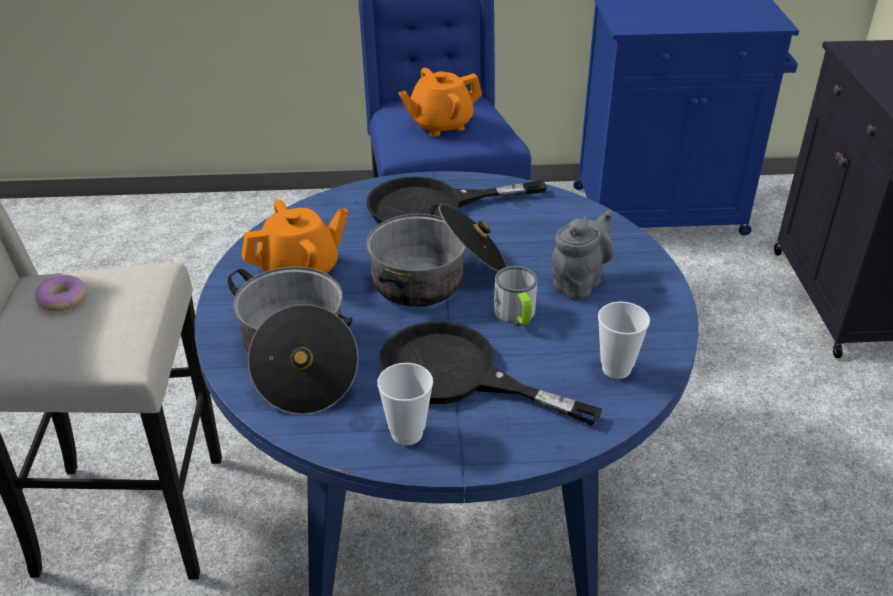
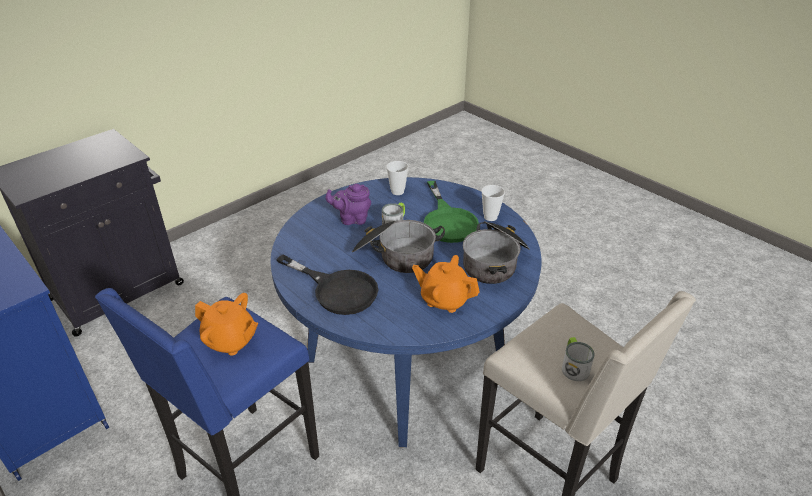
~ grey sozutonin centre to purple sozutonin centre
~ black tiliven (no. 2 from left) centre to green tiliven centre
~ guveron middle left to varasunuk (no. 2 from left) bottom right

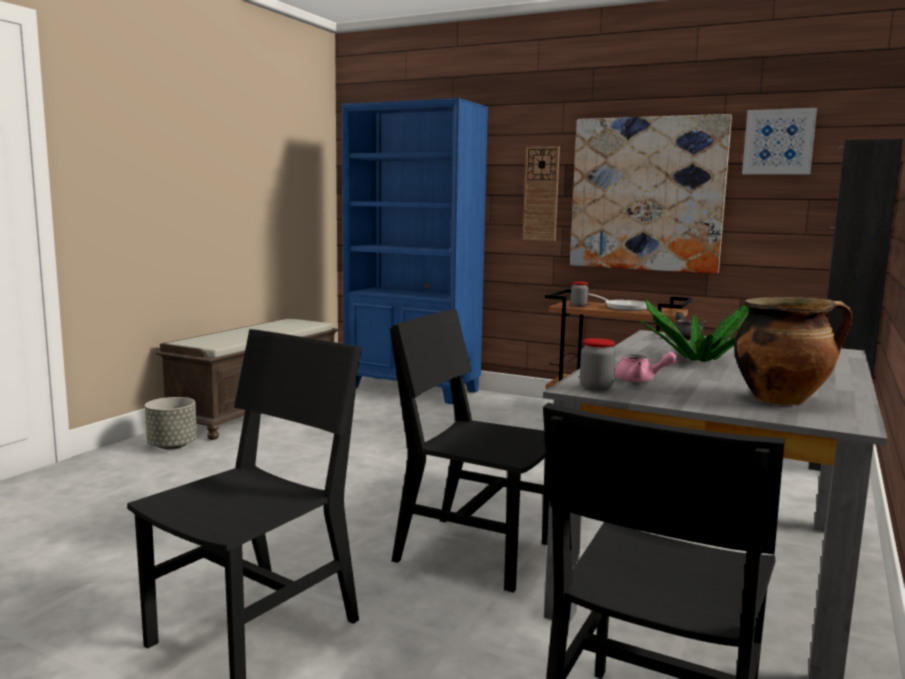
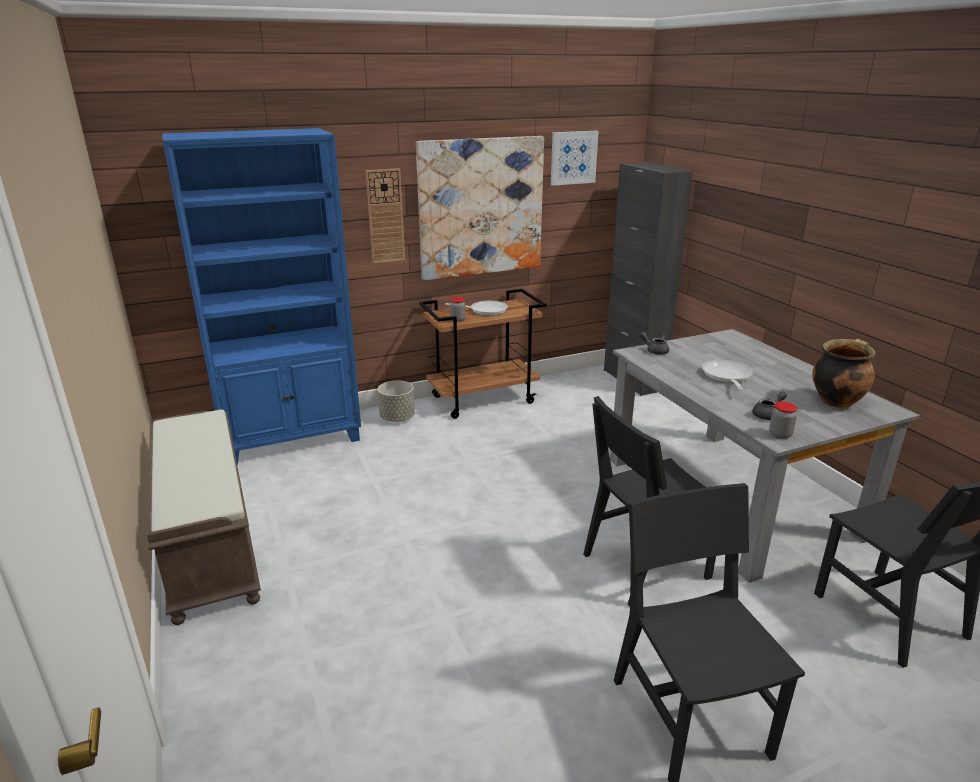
~ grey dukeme middle left to centre
~ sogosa middle right to tiliven (no. 2 from left) middle right
~ pink sozutonin middle right to grey sozutonin (no. 2 from left) middle right

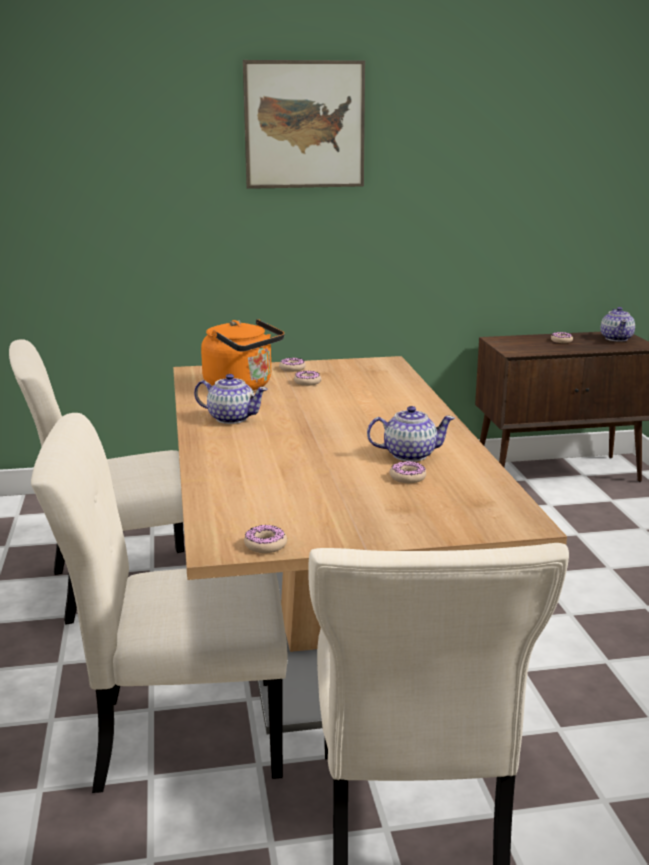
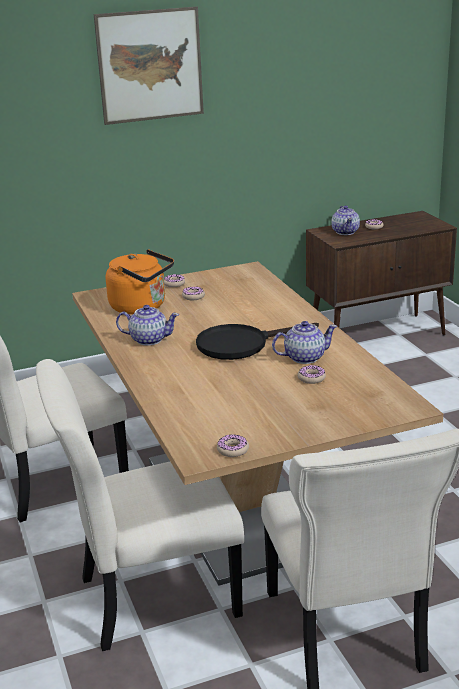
+ black tiliven centre
~ sozutonin (no. 3 from left) middle right to top right

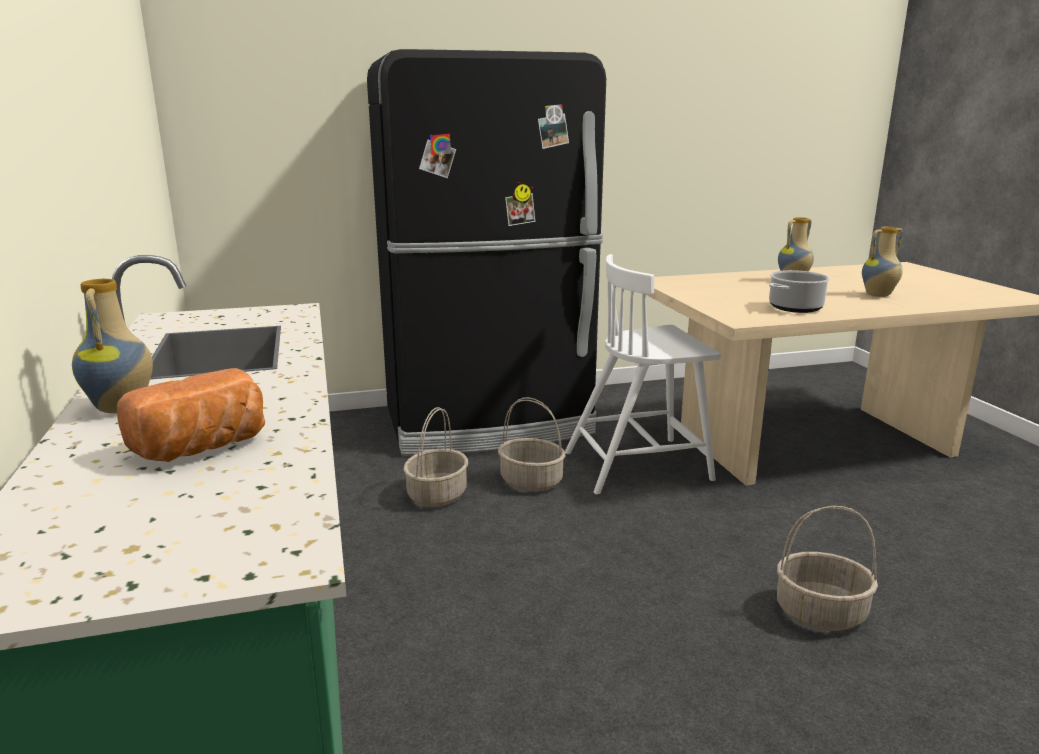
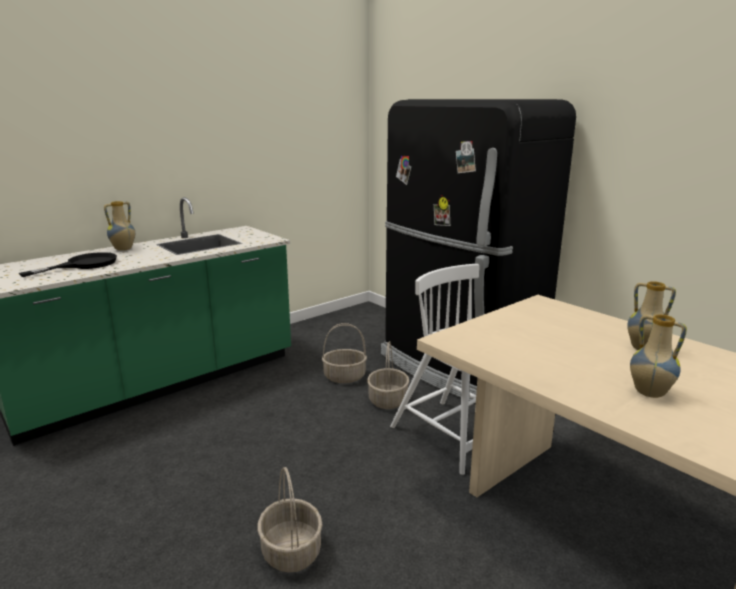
~ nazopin middle left to black tiliven middle left
- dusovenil middle right

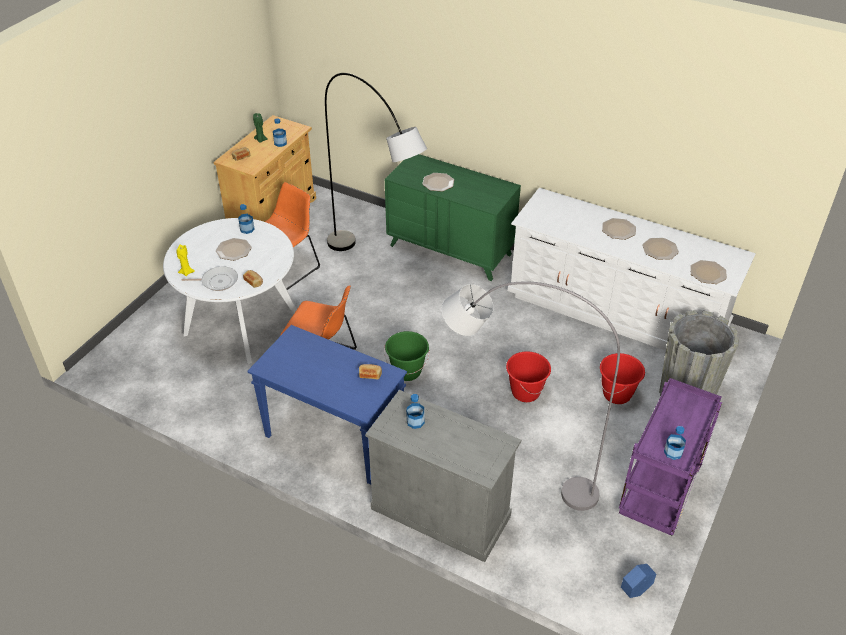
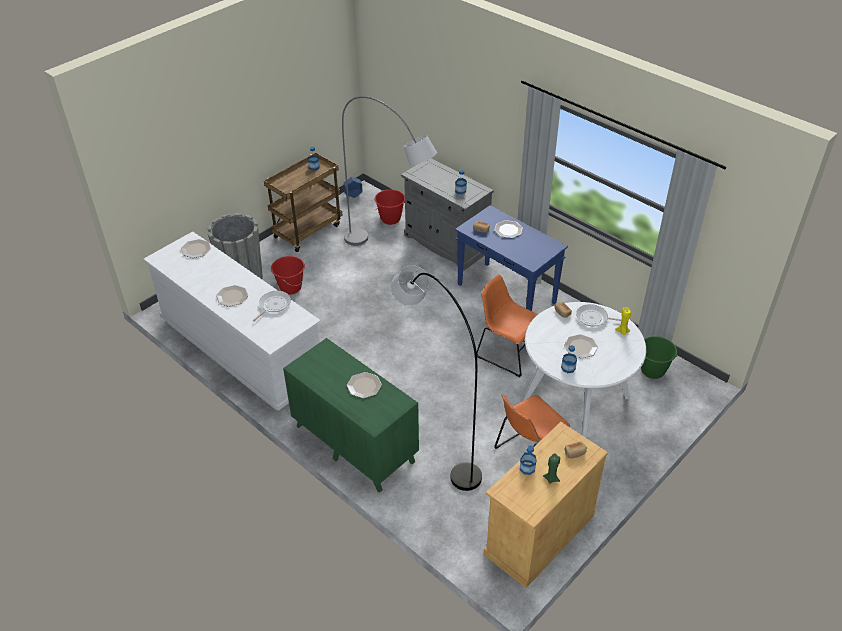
+ tiliven (no. 1 from left) middle left
~ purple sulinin bottom right to brown sulinin top centre
~ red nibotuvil (no. 1 from left in the first image) centre to red nibotuvil (no. 2 from left) top centre
~ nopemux (no. 4 from left) middle right to centre
~ green nibotuvil centre to middle right

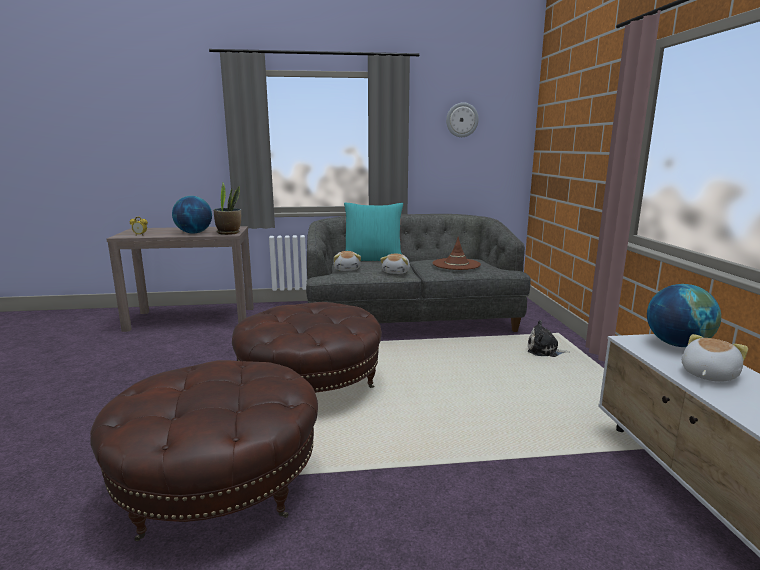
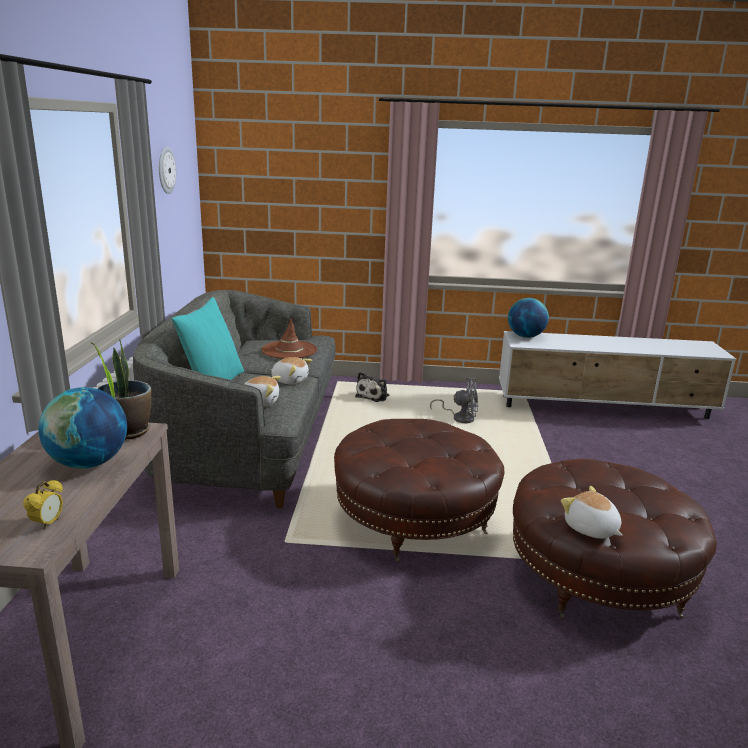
+ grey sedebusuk centre
~ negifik (no. 4 from left) middle right to bottom right

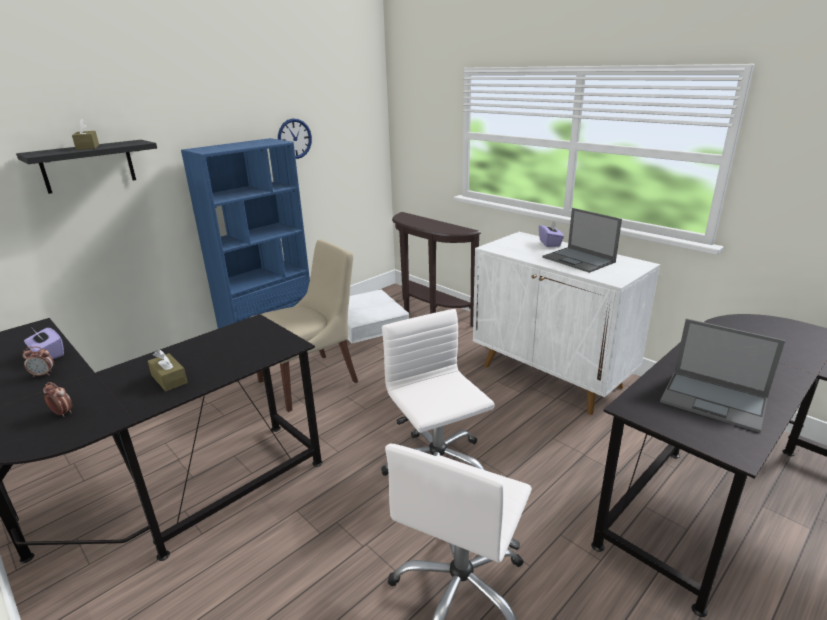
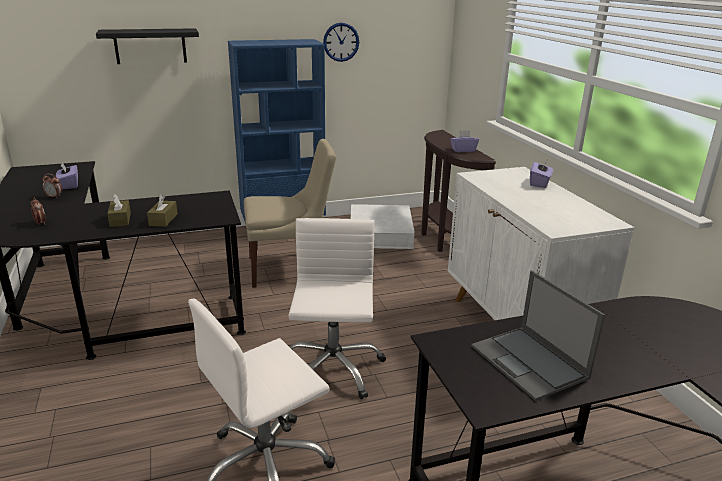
~ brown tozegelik (no. 1 from left in the first image) top left to brown tozegelik (no. 2 from left) middle left
+ purple tozegelik (no. 2 from left) top centre
- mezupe (no. 1 from left) middle right

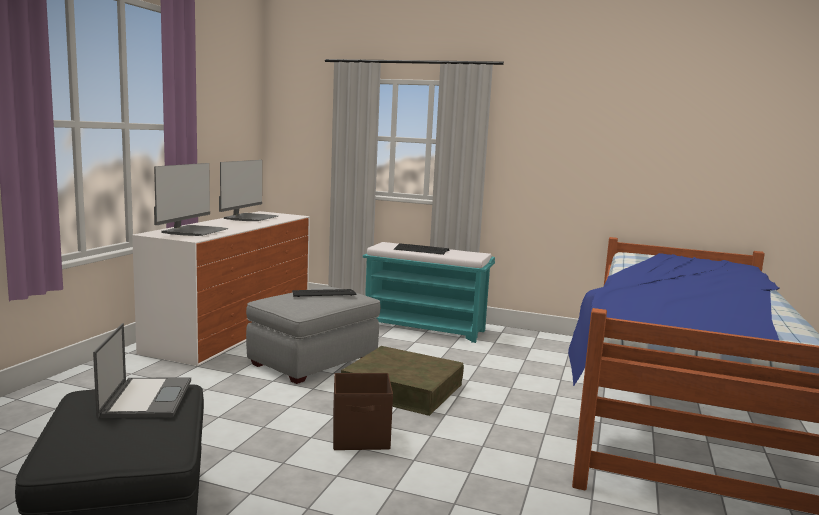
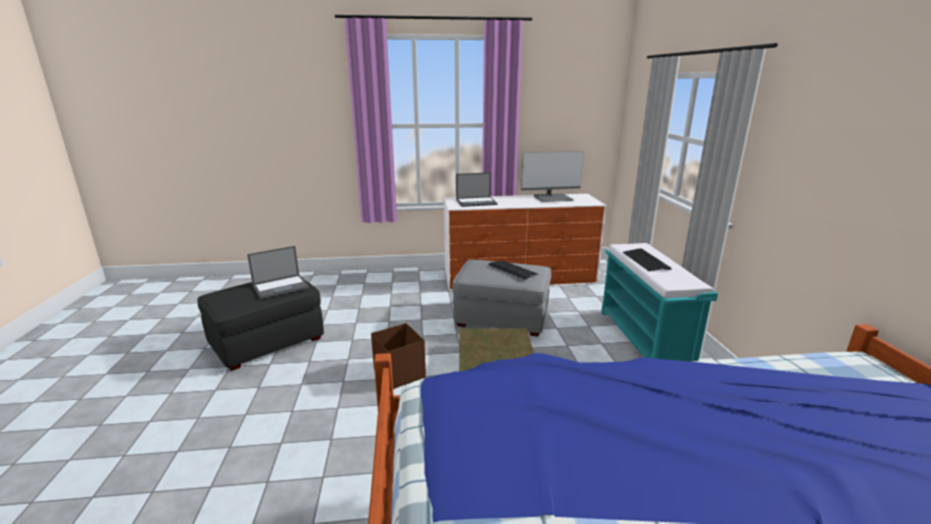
~ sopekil (no. 1 from left) middle left to mezupe (no. 2 from left) centre

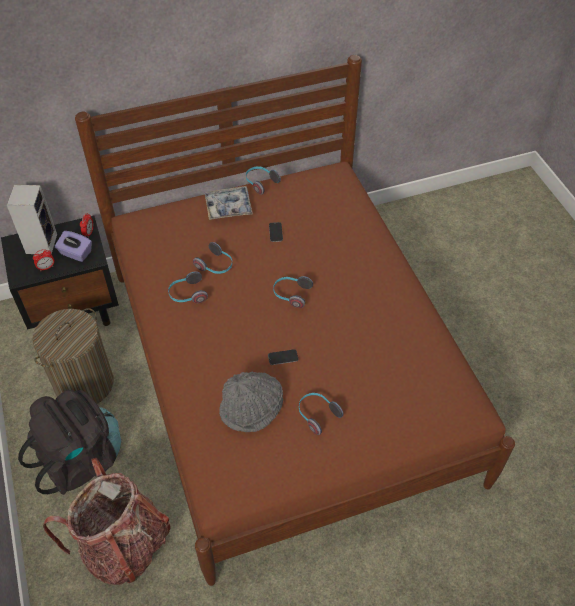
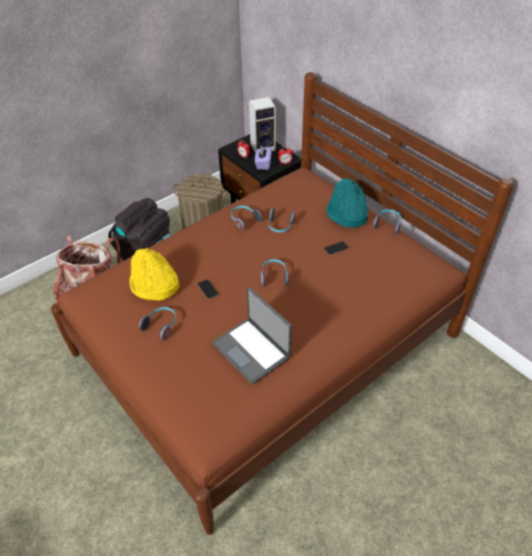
~ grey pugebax centre to yellow pugebax middle left
+ mezupe centre
~ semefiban centre to turquoise pugebax centre

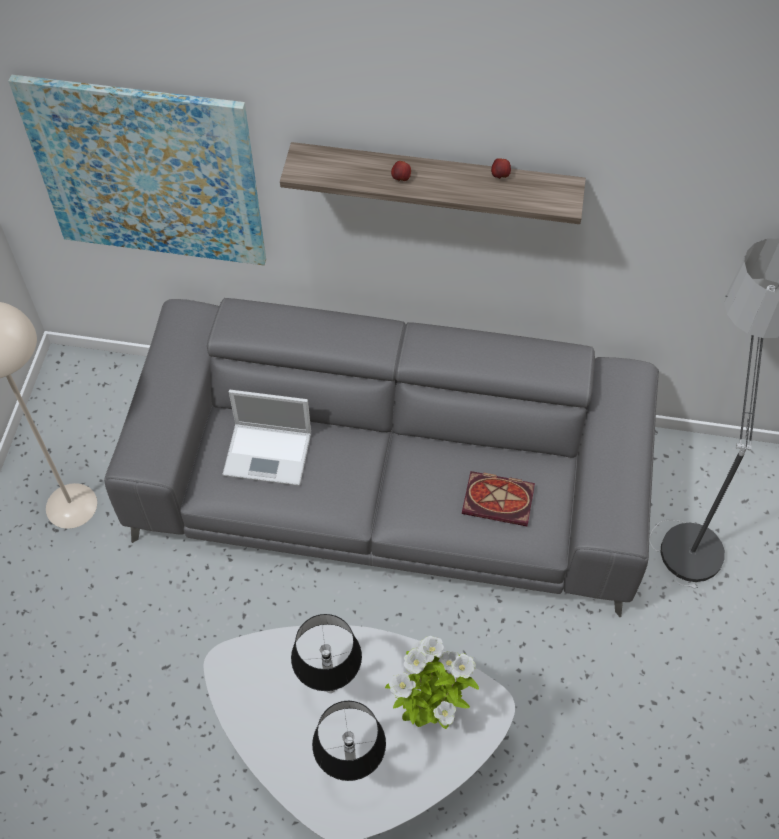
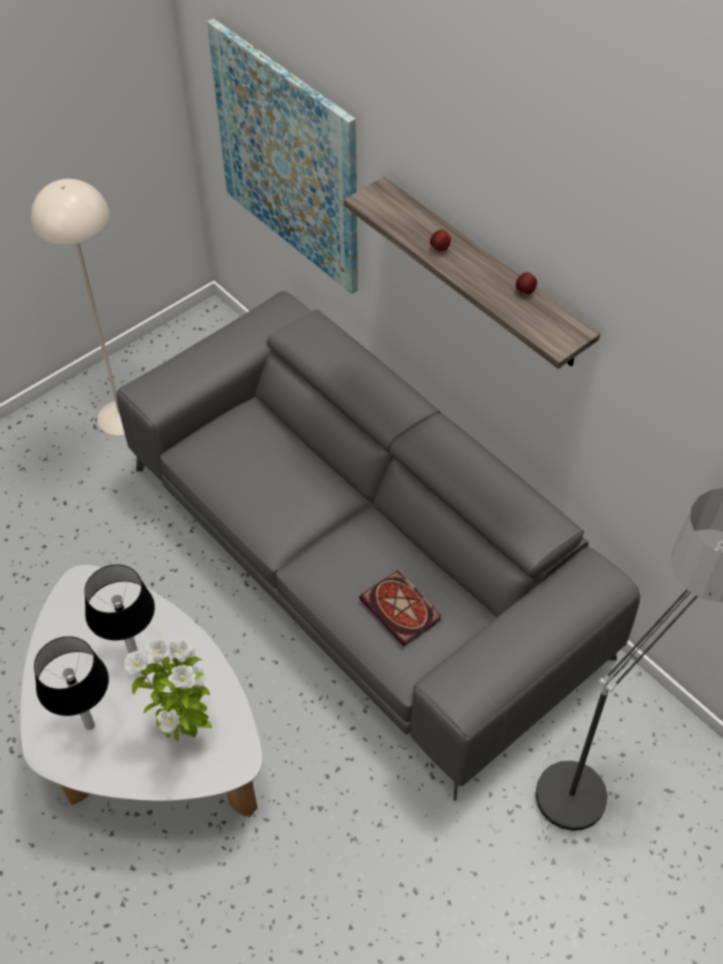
- mezupe centre

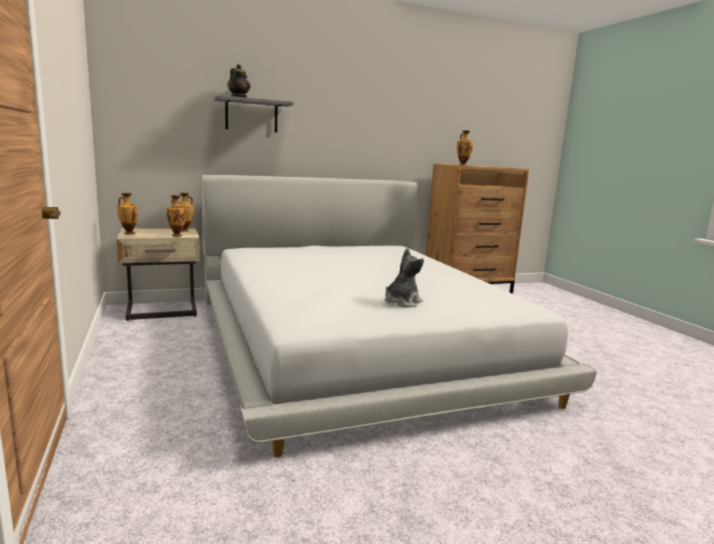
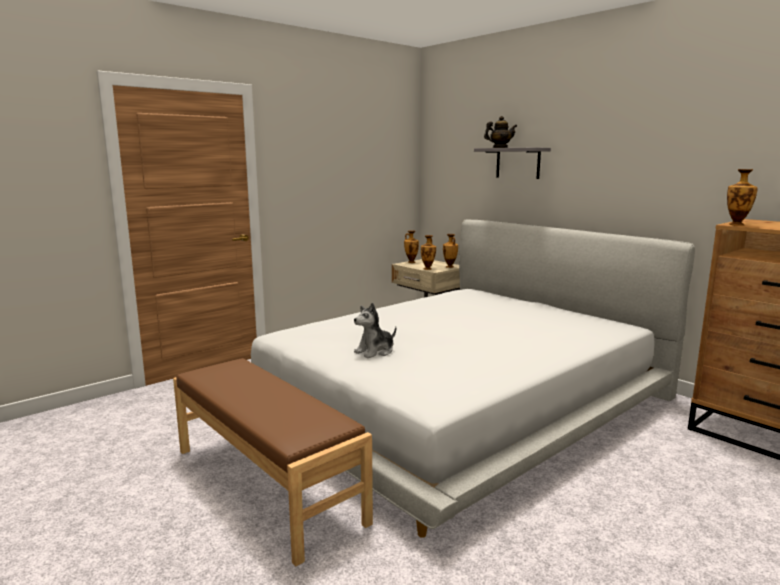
+ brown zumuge bottom centre
~ negifik centre = centre 120 degrees clockwise

